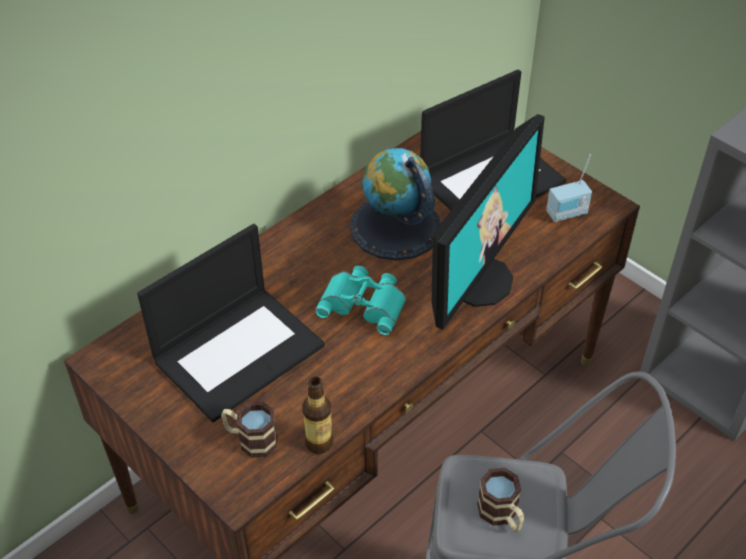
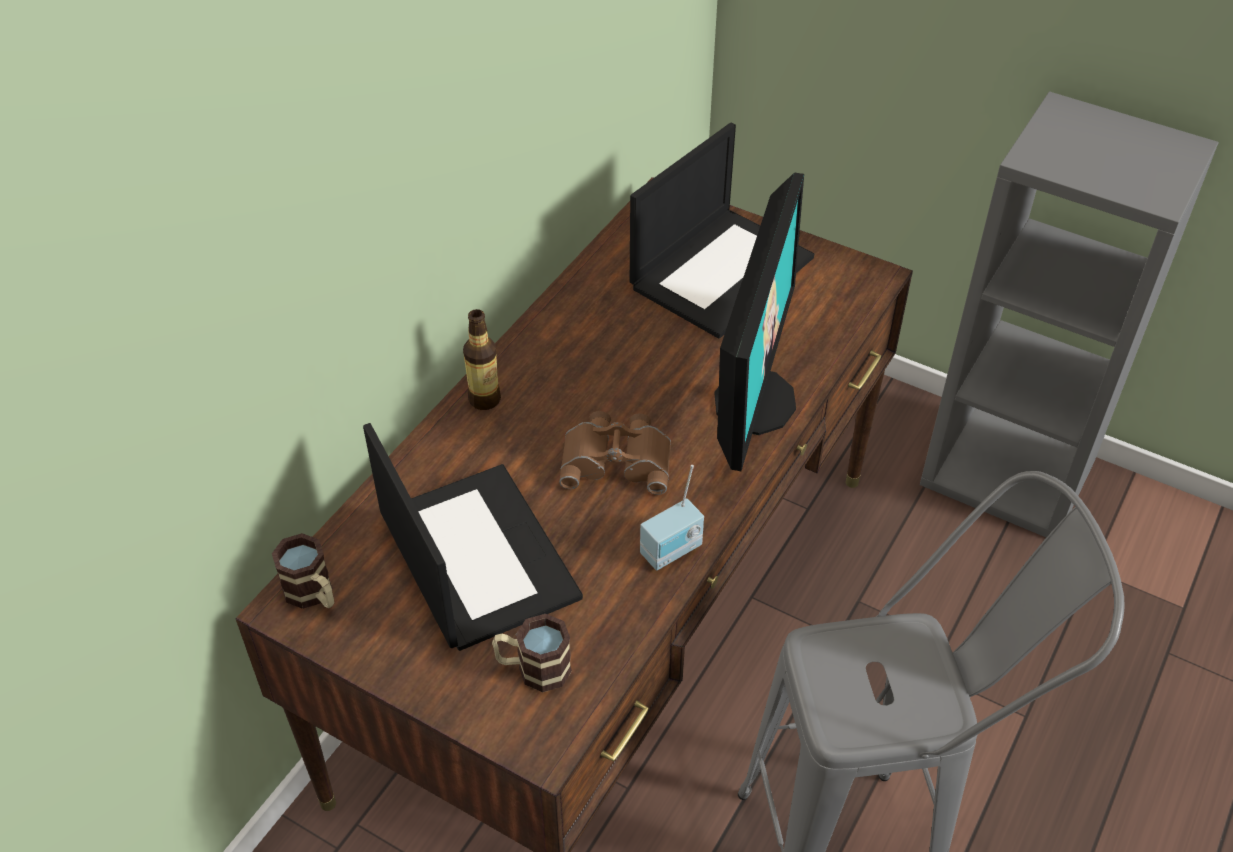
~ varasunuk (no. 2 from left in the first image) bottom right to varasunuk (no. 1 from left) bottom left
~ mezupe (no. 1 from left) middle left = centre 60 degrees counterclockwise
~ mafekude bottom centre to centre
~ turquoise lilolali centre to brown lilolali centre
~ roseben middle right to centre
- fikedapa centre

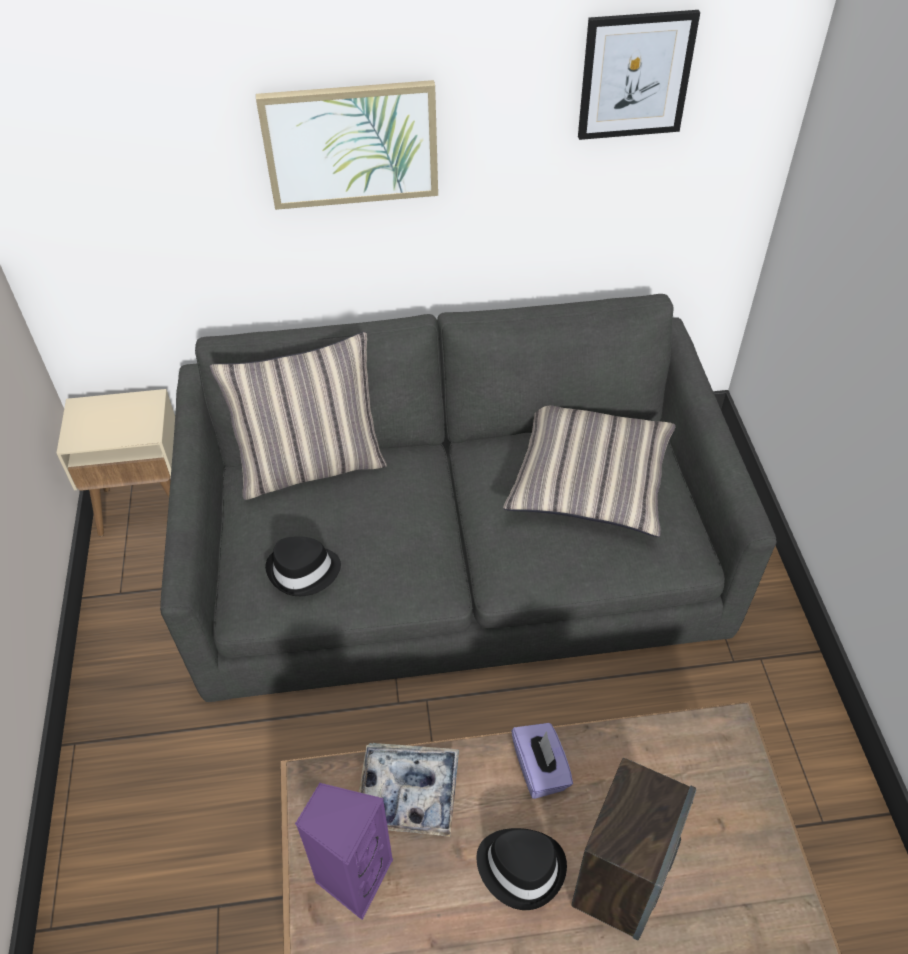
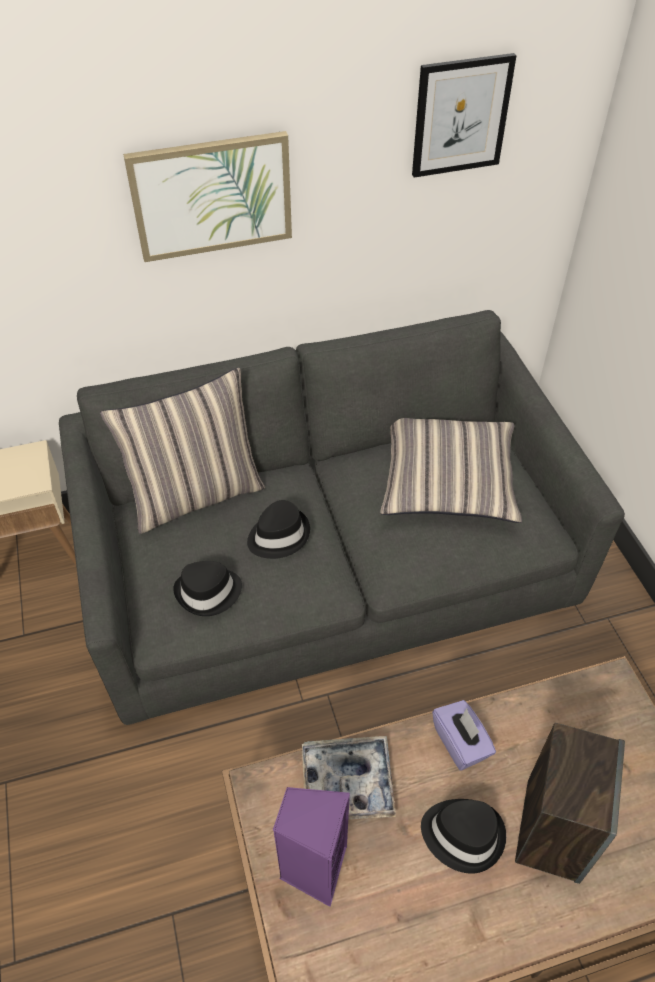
+ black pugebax (no. 2 from left) centre

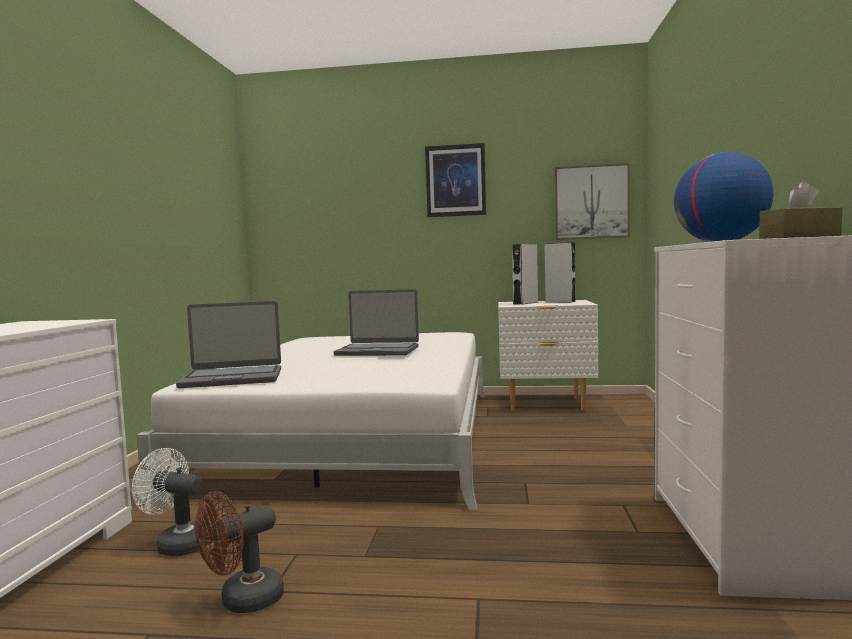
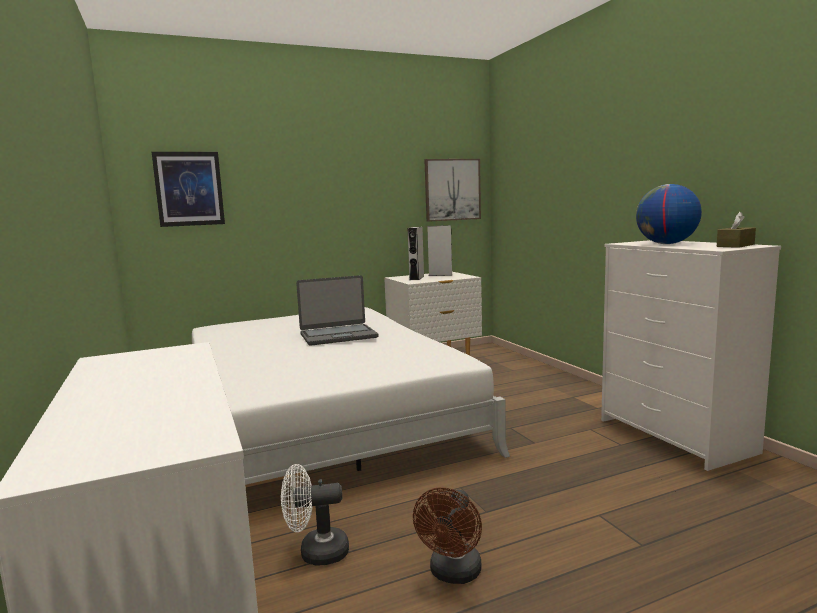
~ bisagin (no. 1 from left) top centre to top left
- mezupe (no. 1 from left) middle left

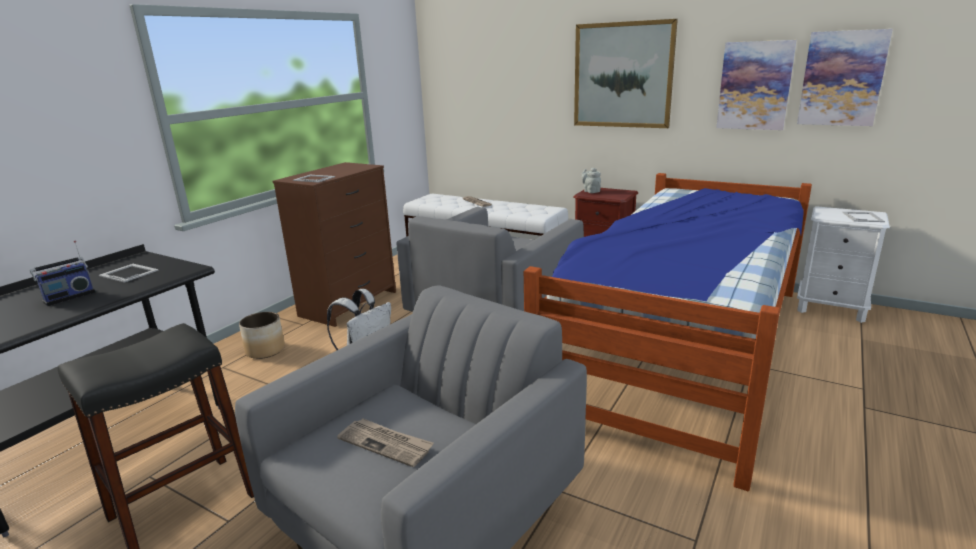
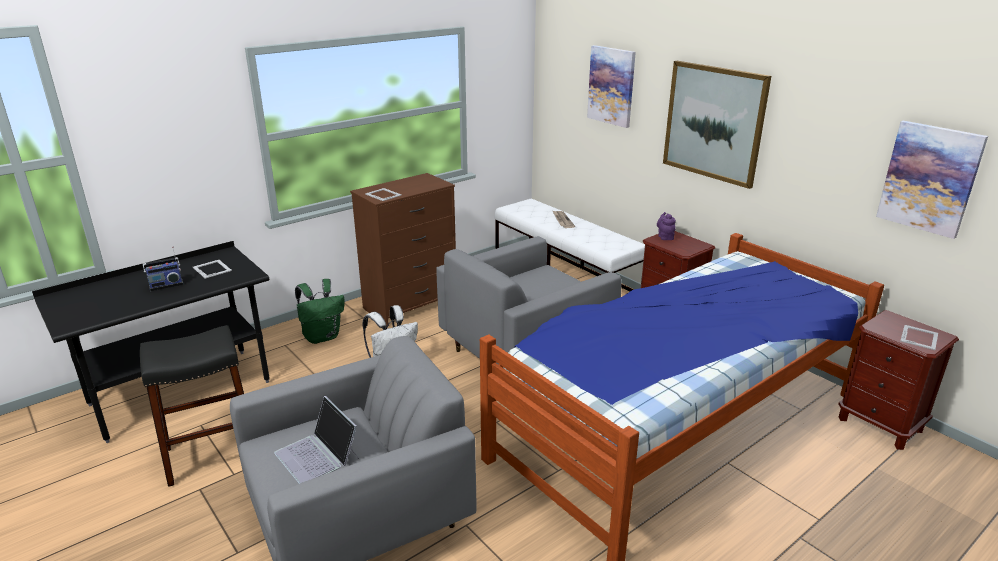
~ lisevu (no. 1 from left) bottom centre to mezupe bottom left
~ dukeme middle left to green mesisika middle left
~ bisagin (no. 2 from left in the first image) top right to bisagin (no. 1 from left) top centre
~ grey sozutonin top centre to purple sozutonin middle right
~ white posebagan middle right to brown posebagan (no. 2 from left) bottom right

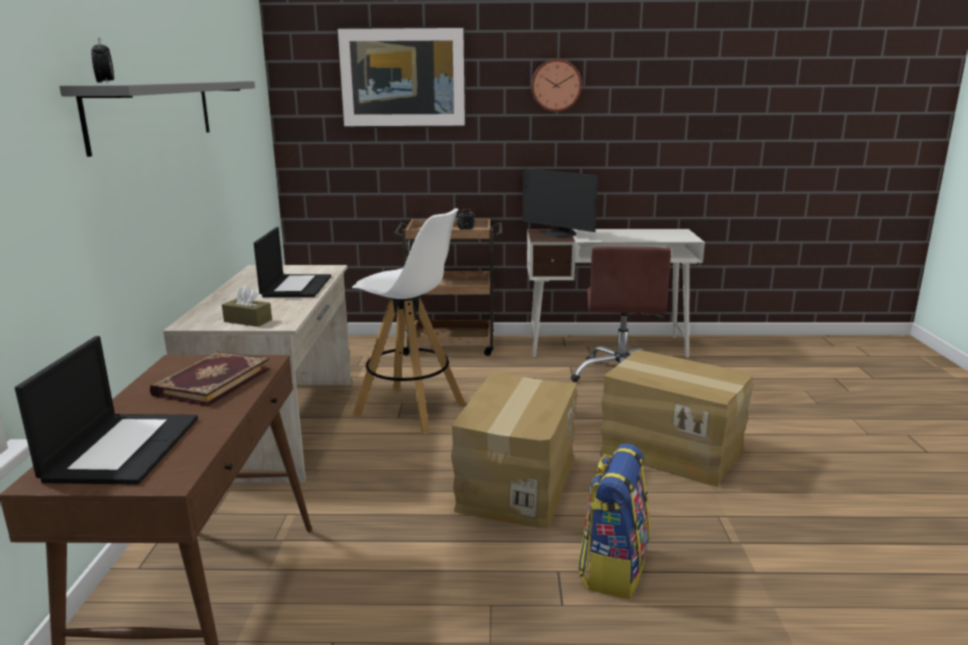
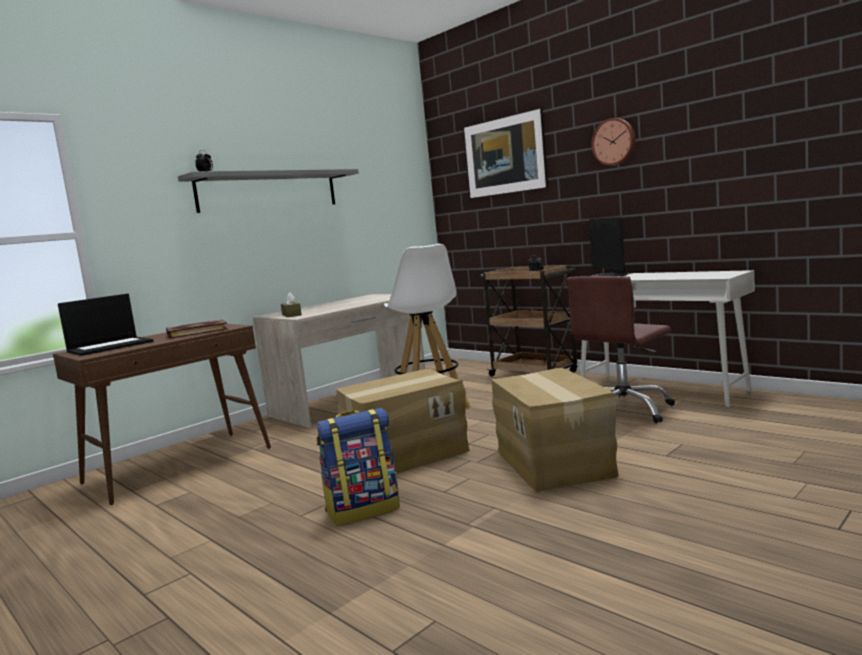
- mezupe (no. 2 from left) middle left

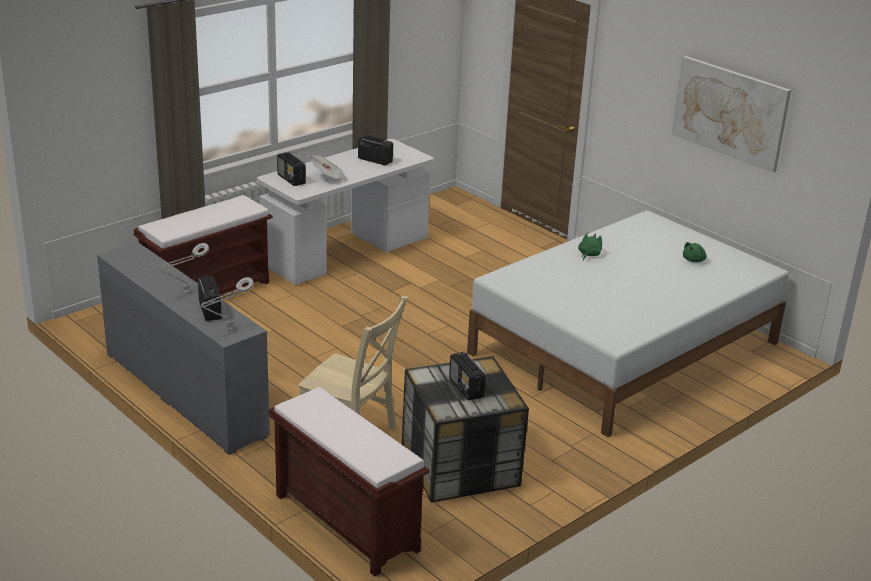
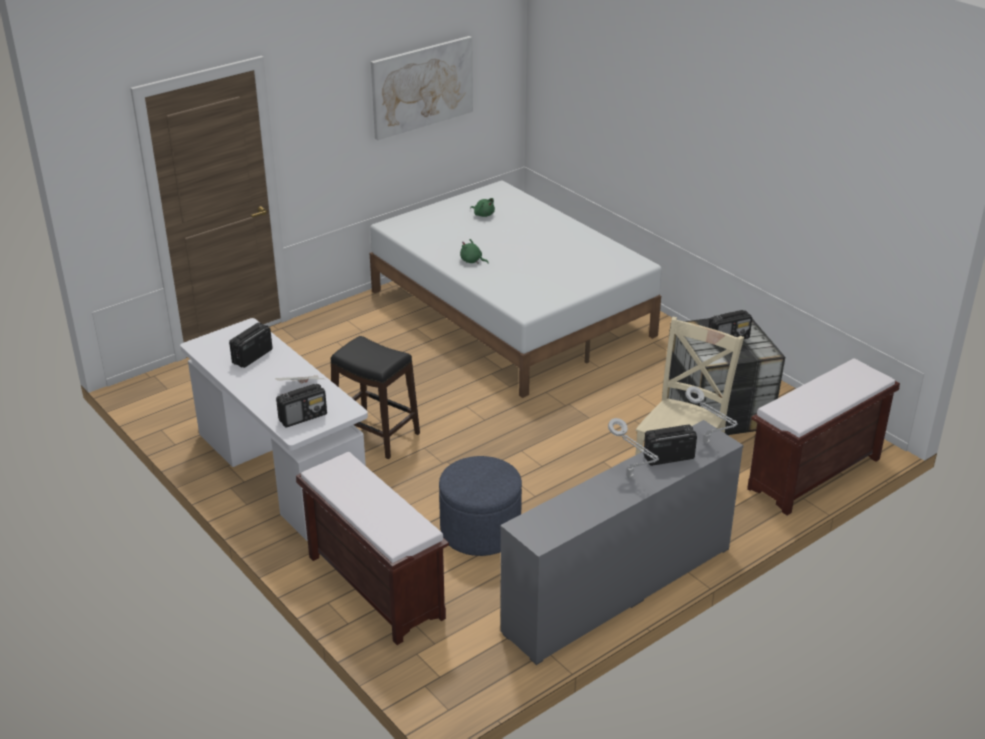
+ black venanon centre
+ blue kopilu bottom centre

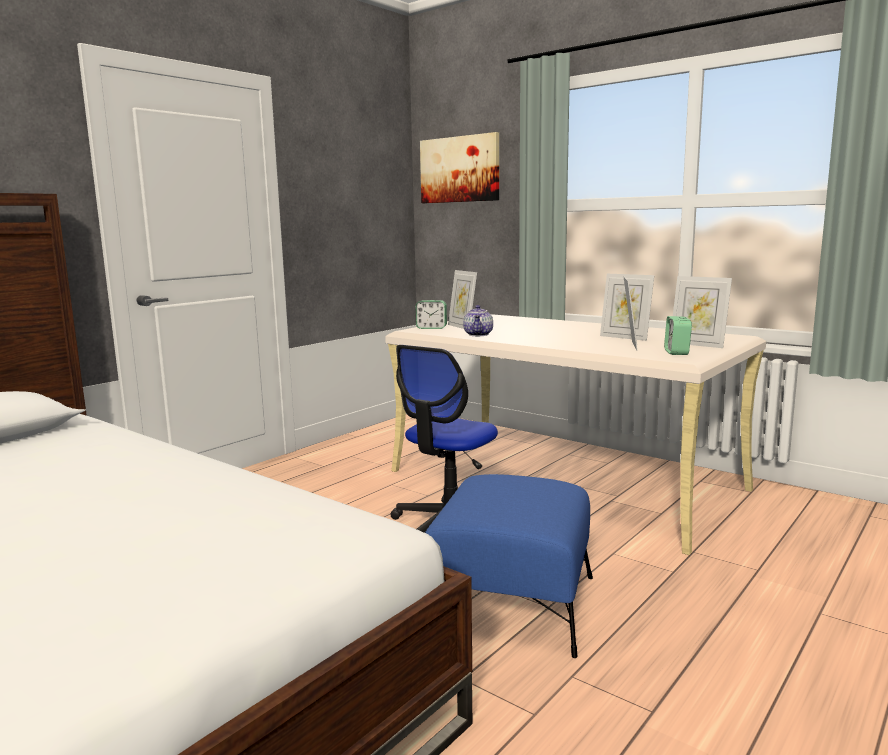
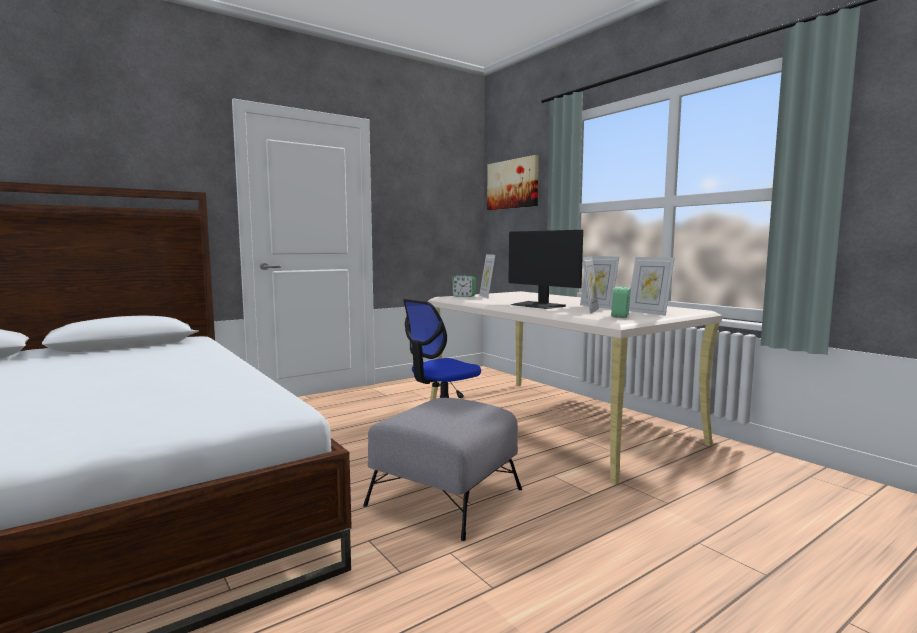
~ blue kopilu bottom centre to grey kopilu bottom centre
+ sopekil centre
- sozutonin centre

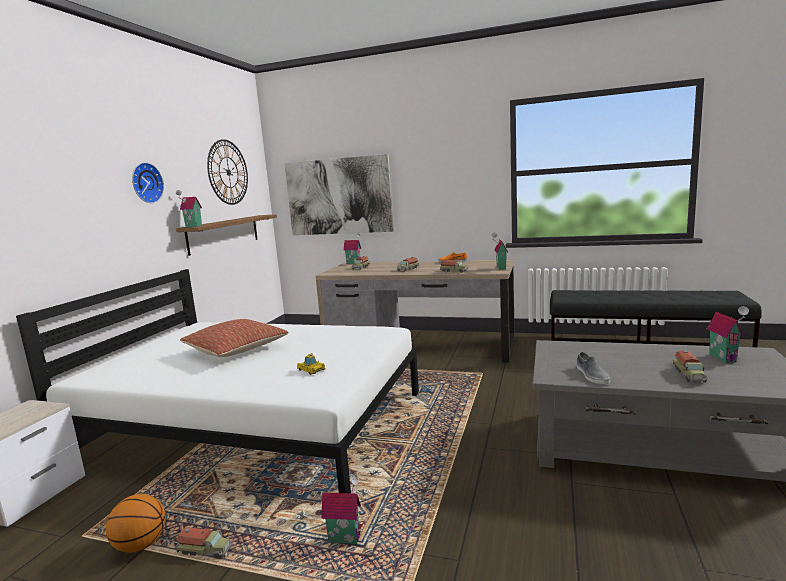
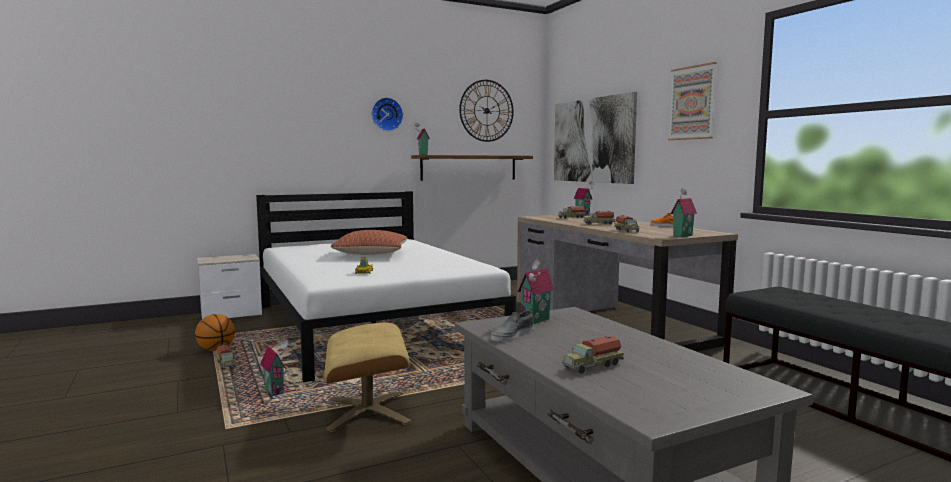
+ beige kopilu bottom centre
~ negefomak (no. 5 from left in the first image) middle right to negefomak (no. 3 from left) centre
+ bisagin (no. 2 from left) top right

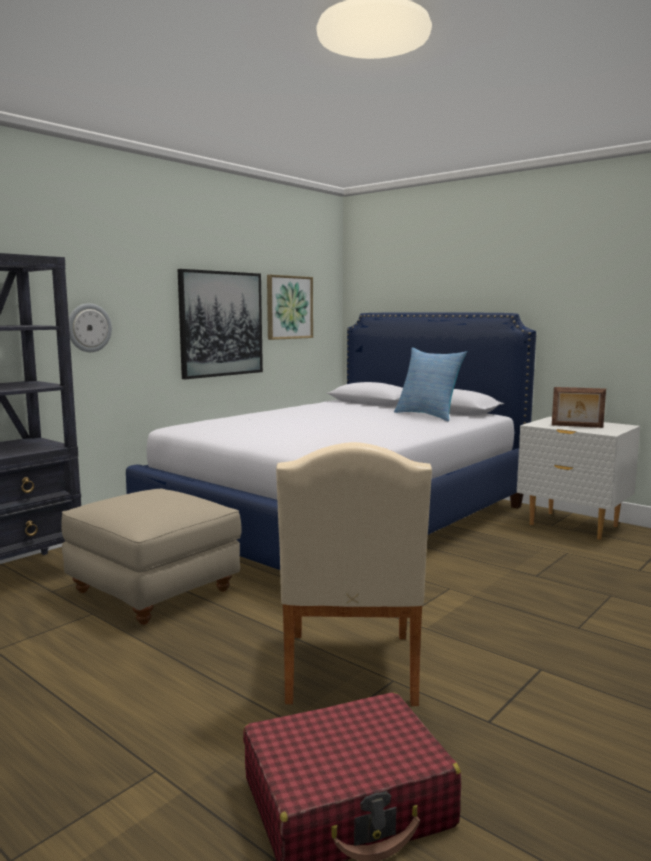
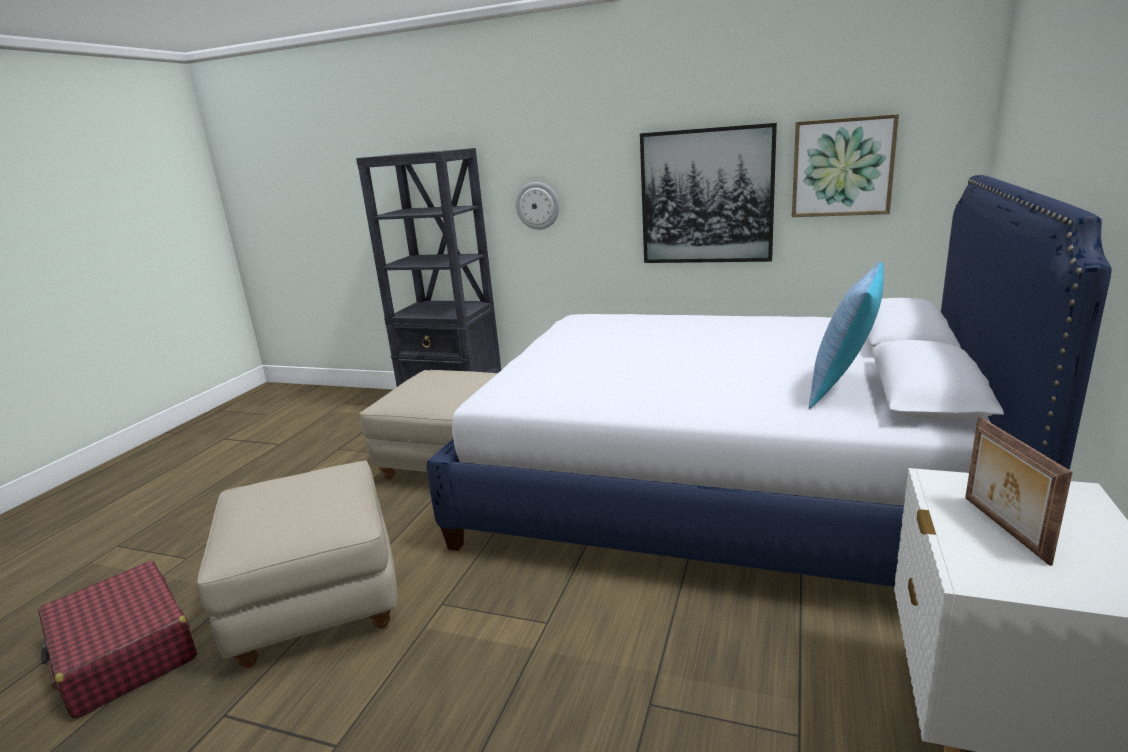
~ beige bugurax bottom centre to beige kopilu (no. 1 from left) bottom left

